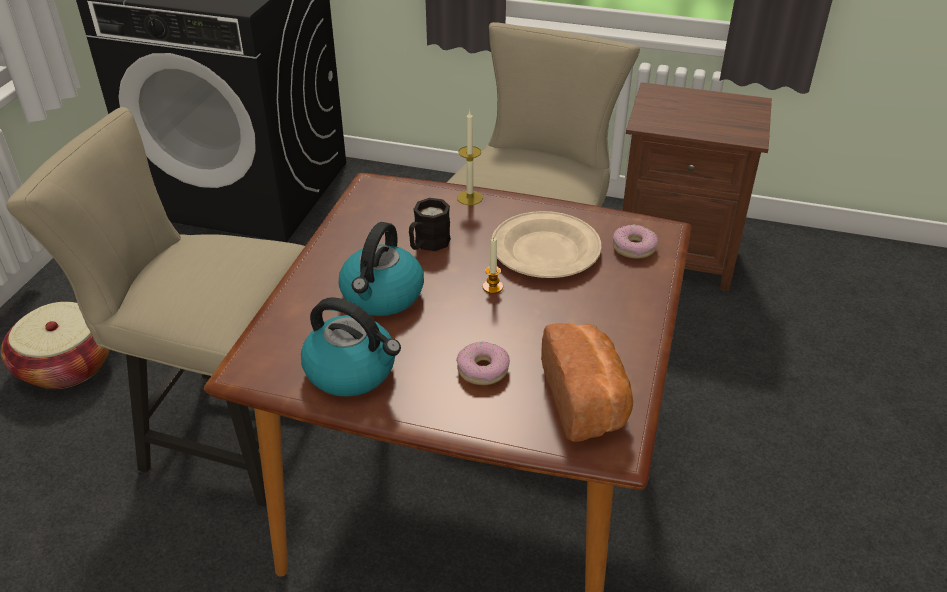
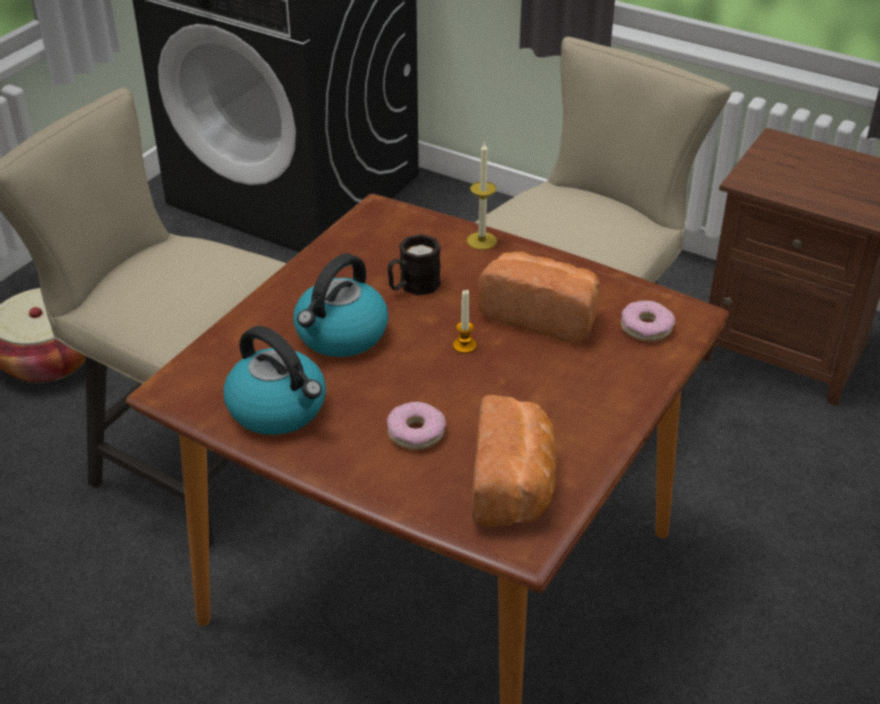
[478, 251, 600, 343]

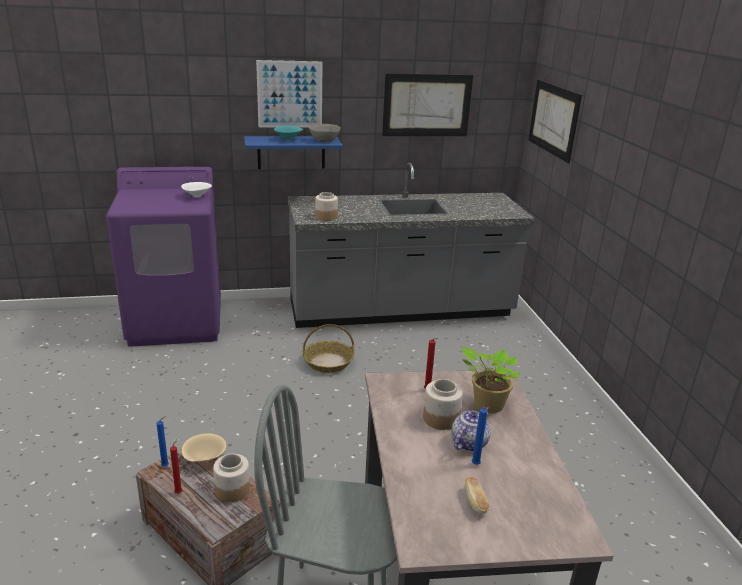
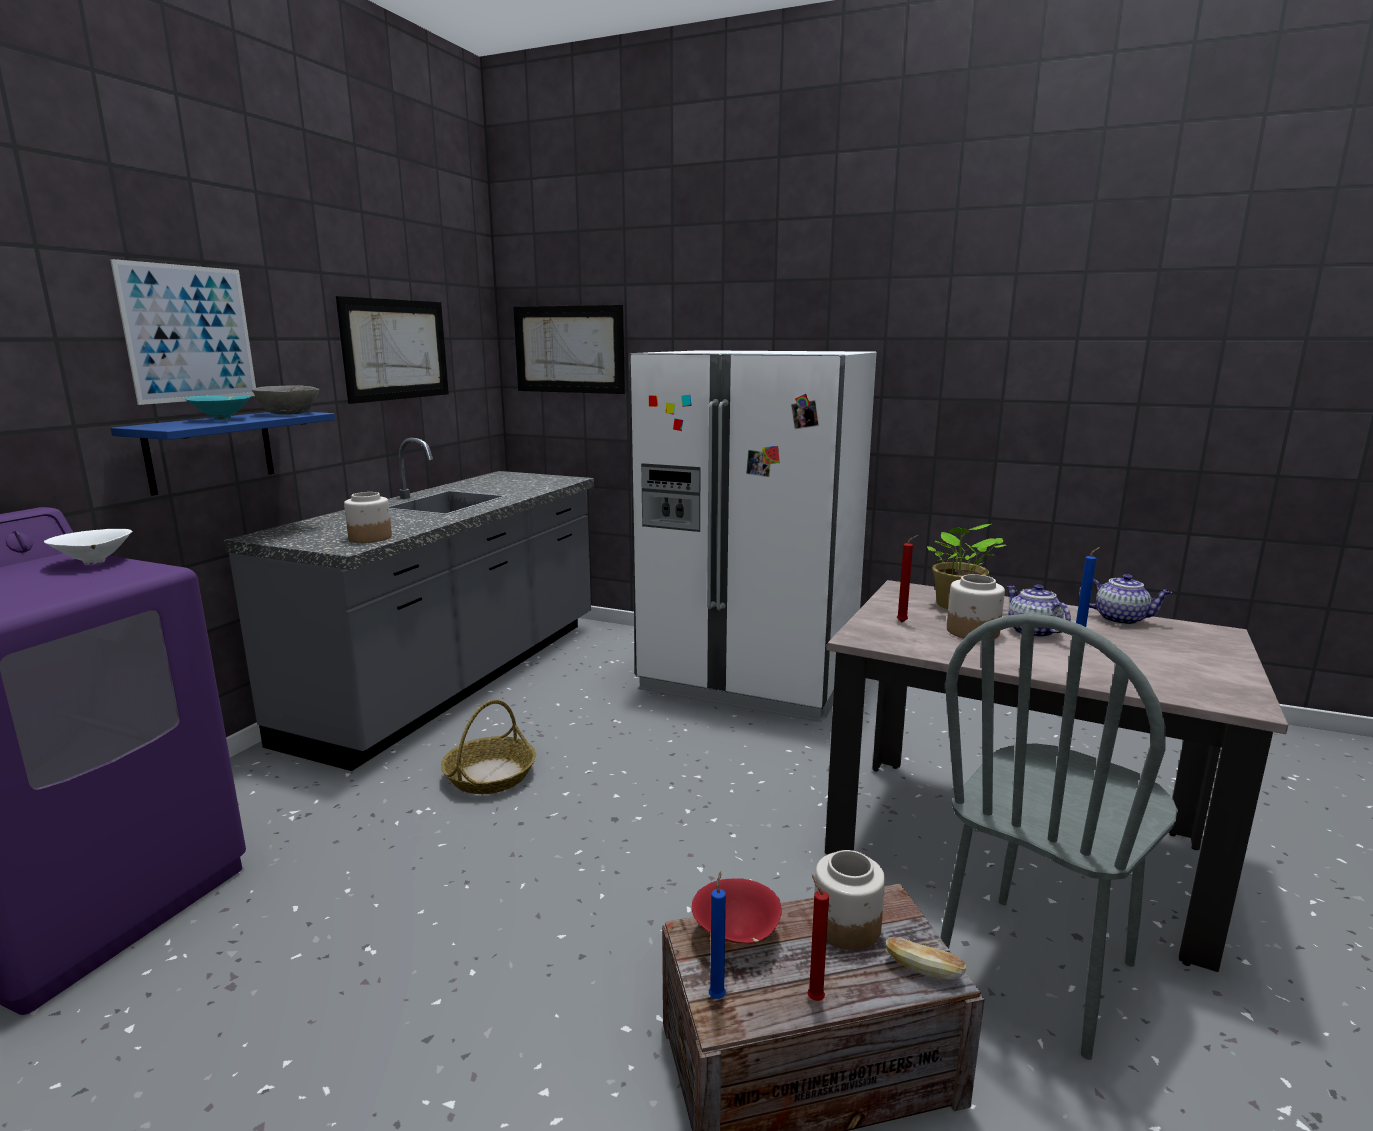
[629, 350, 877, 722]
[692, 878, 782, 943]
[886, 937, 966, 980]
[1079, 574, 1172, 625]

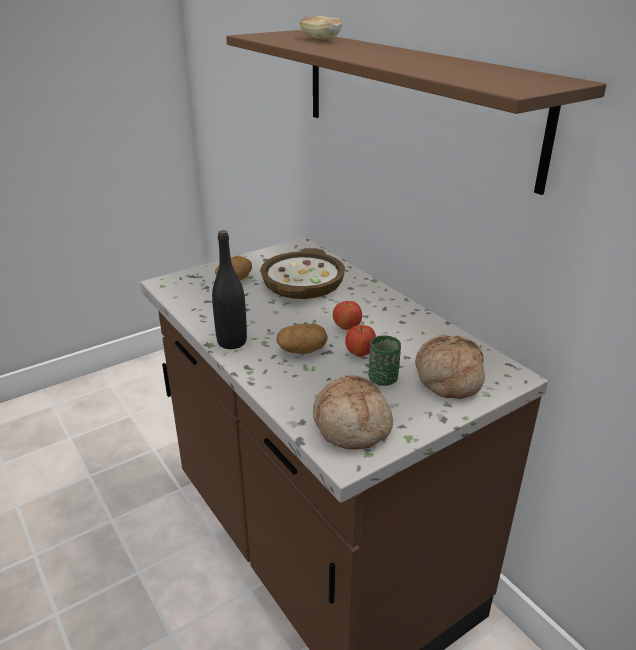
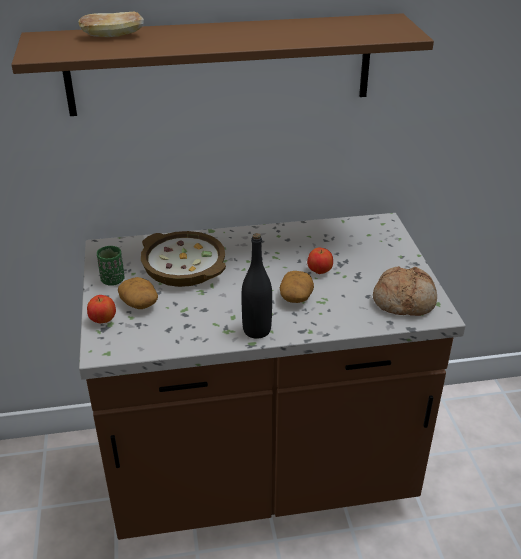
[87, 295, 116, 323]
[97, 246, 125, 286]
[415, 334, 485, 399] (first image)

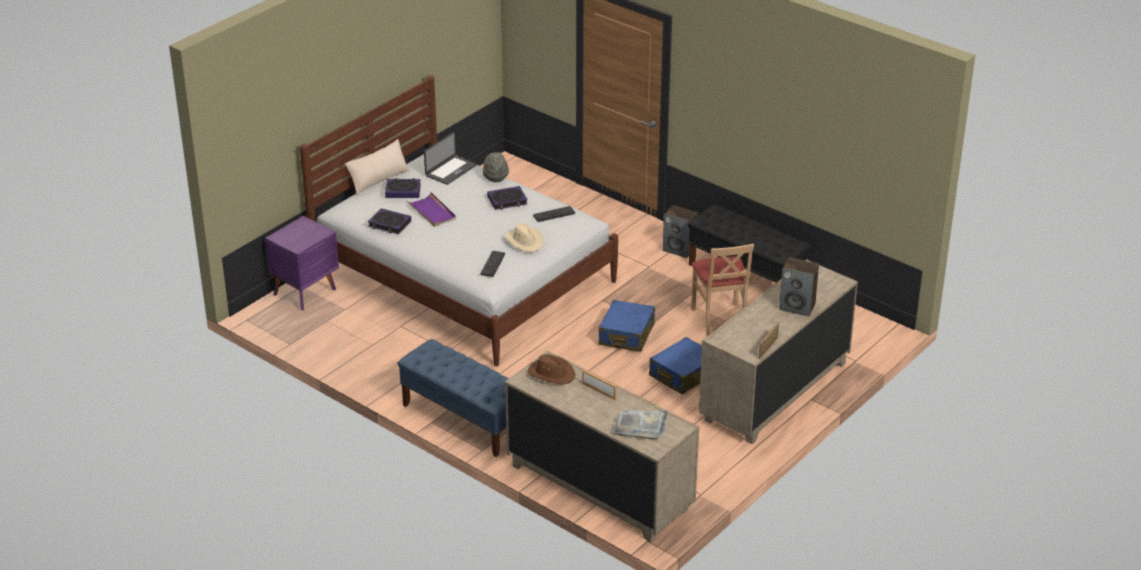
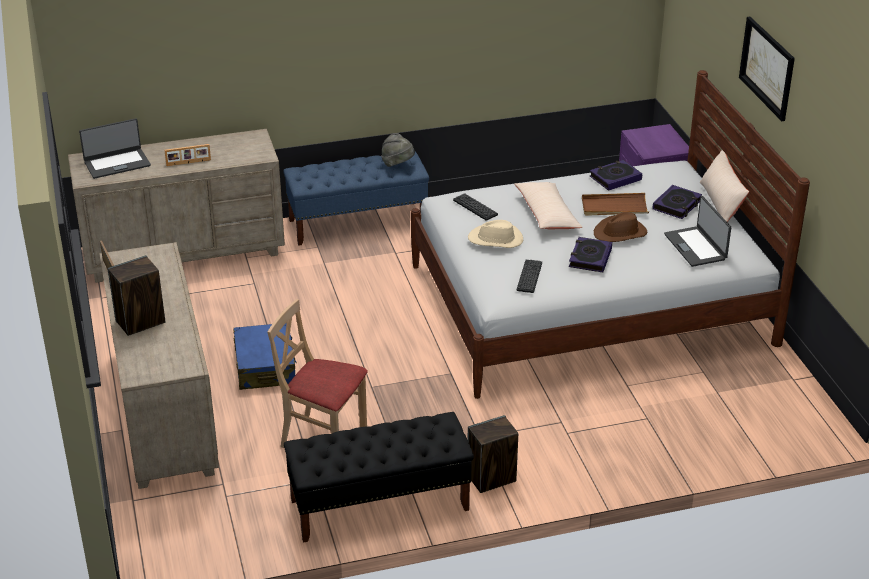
[79, 118, 151, 179]
[381, 133, 415, 167]
[514, 182, 583, 230]
[582, 193, 649, 216]
[594, 212, 647, 242]
[739, 16, 795, 121]
[598, 300, 655, 352] (first image)

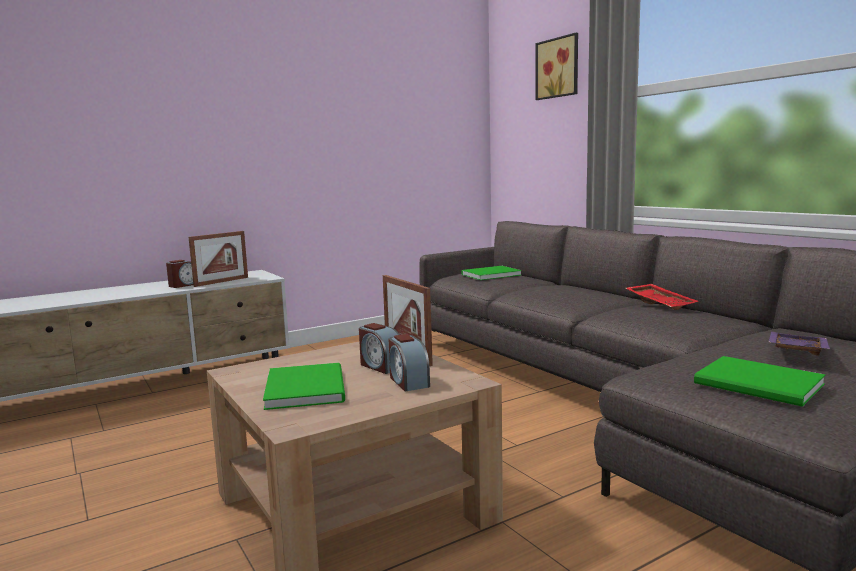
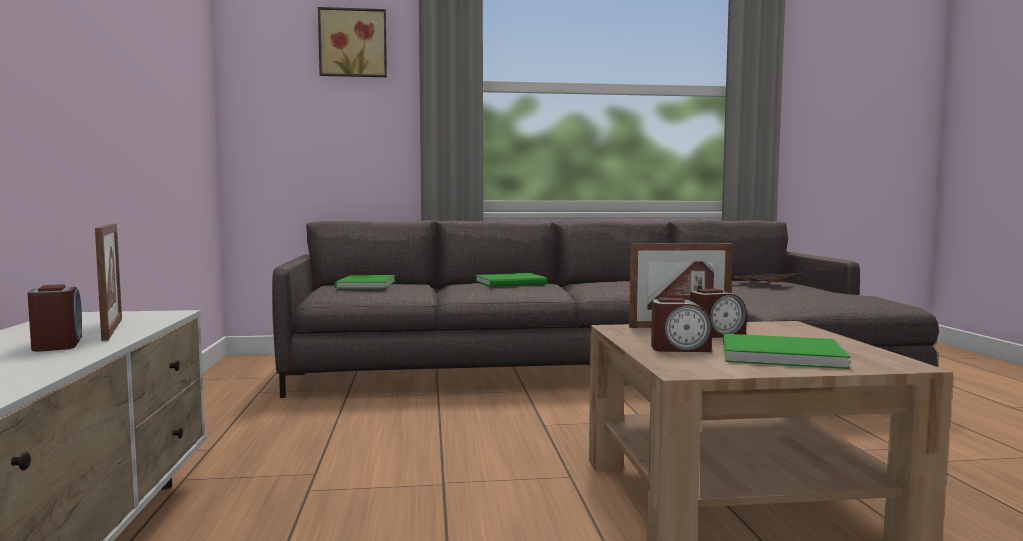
[476, 273, 547, 286]
[651, 297, 712, 352]
[626, 284, 698, 310] (first image)

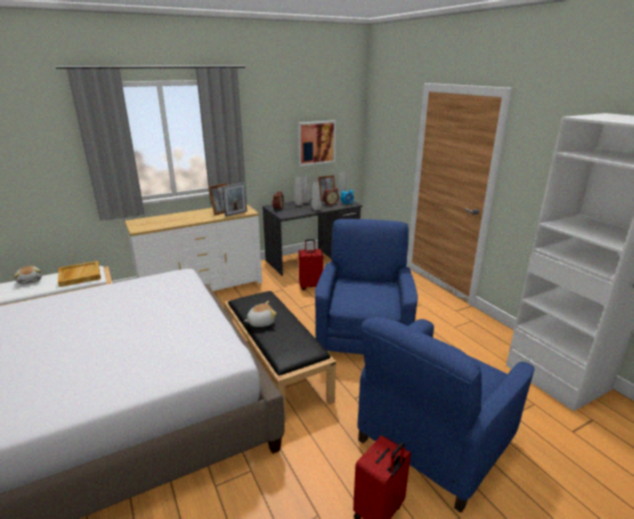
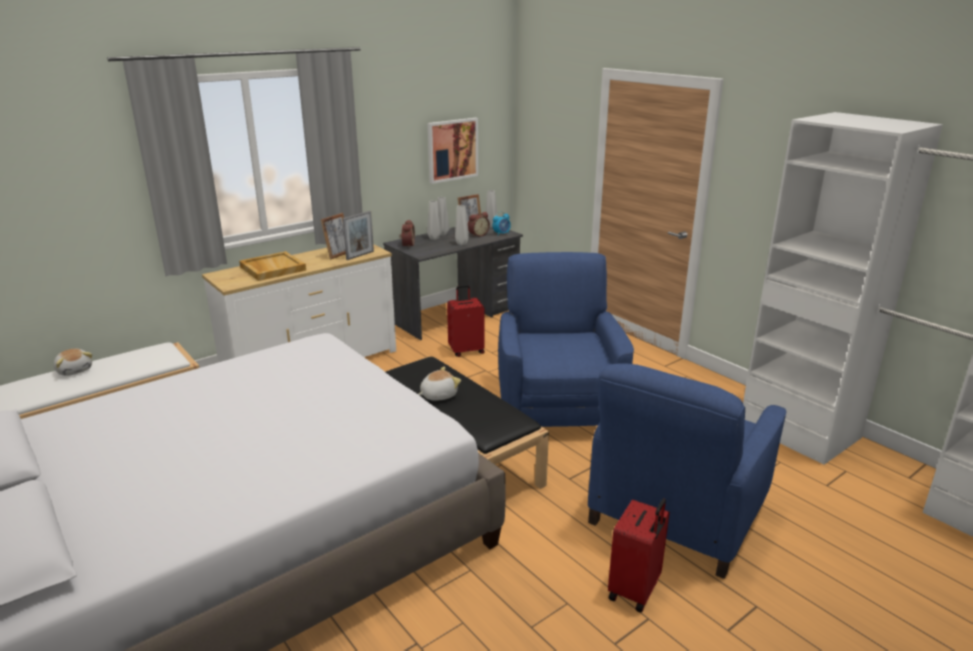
[239, 251, 306, 281]

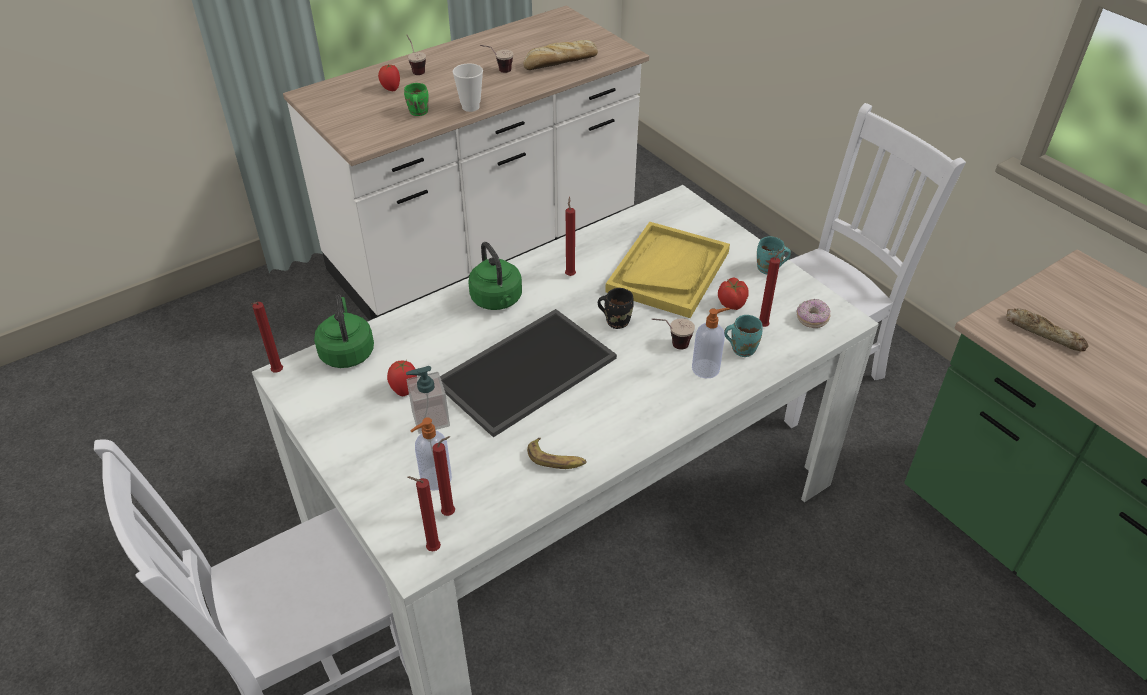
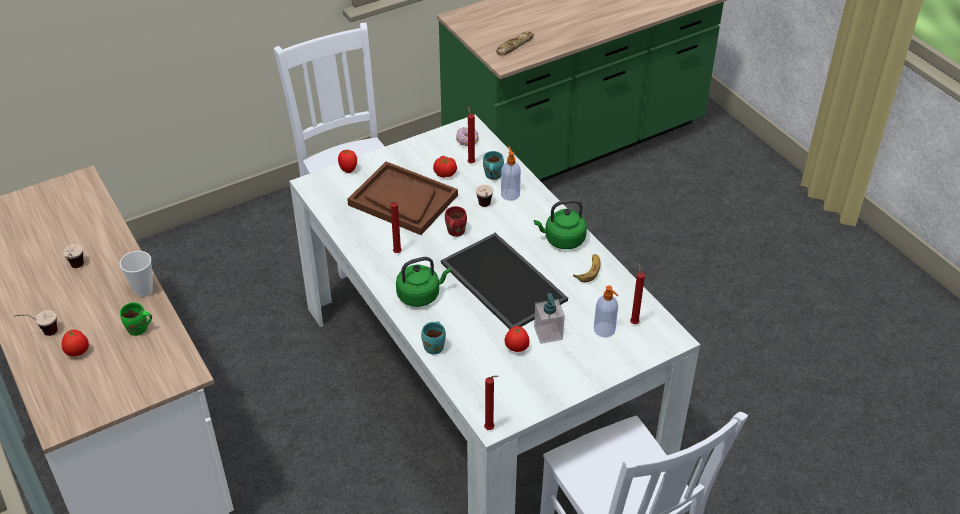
[338, 150, 357, 173]
[347, 161, 458, 235]
[421, 321, 446, 354]
[445, 206, 467, 237]
[534, 199, 587, 249]
[408, 476, 441, 551] (first image)
[523, 40, 598, 70] (first image)

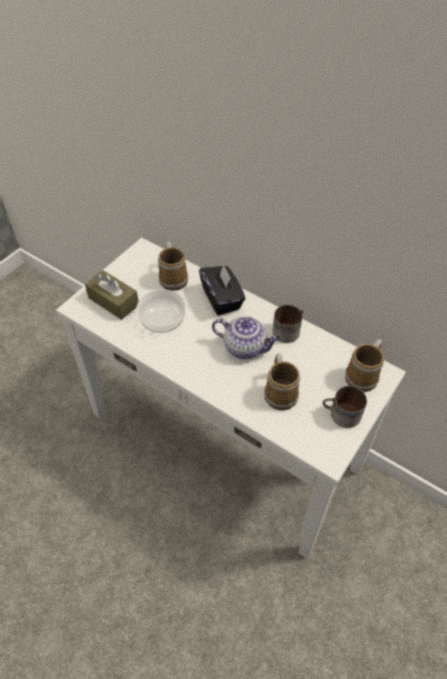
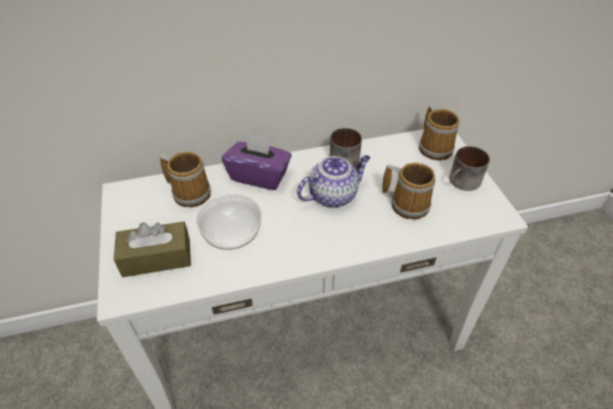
[222, 134, 291, 190]

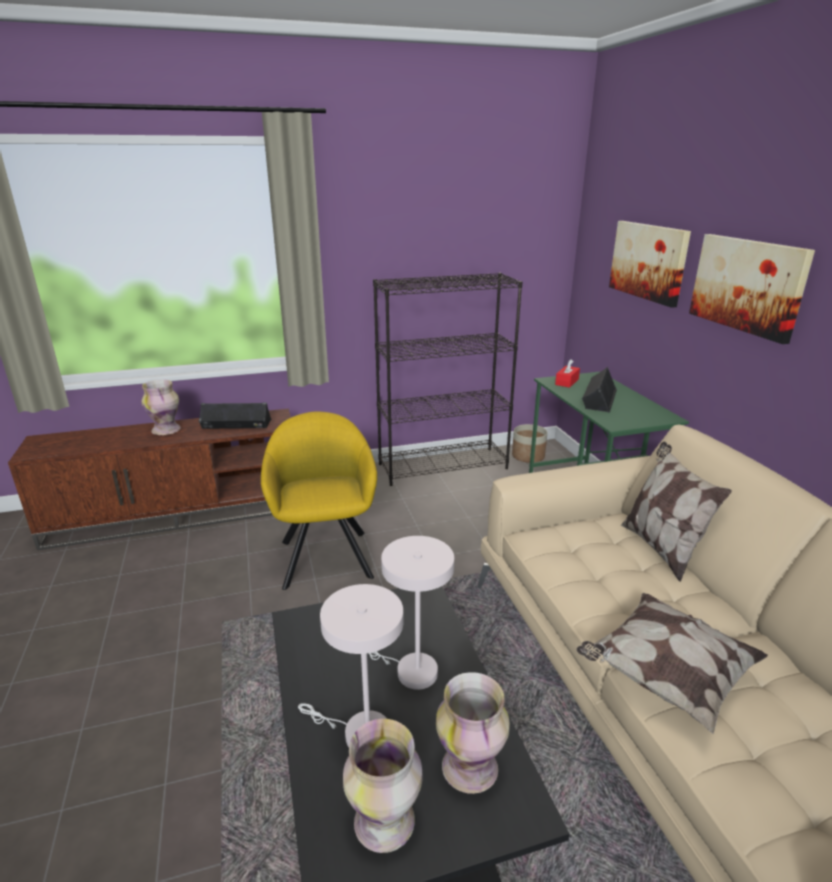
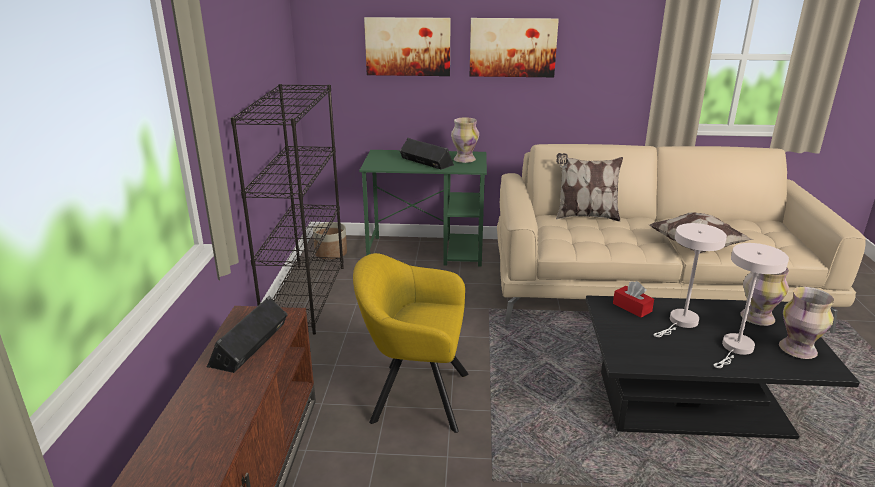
[451, 118, 479, 163]
[613, 281, 654, 318]

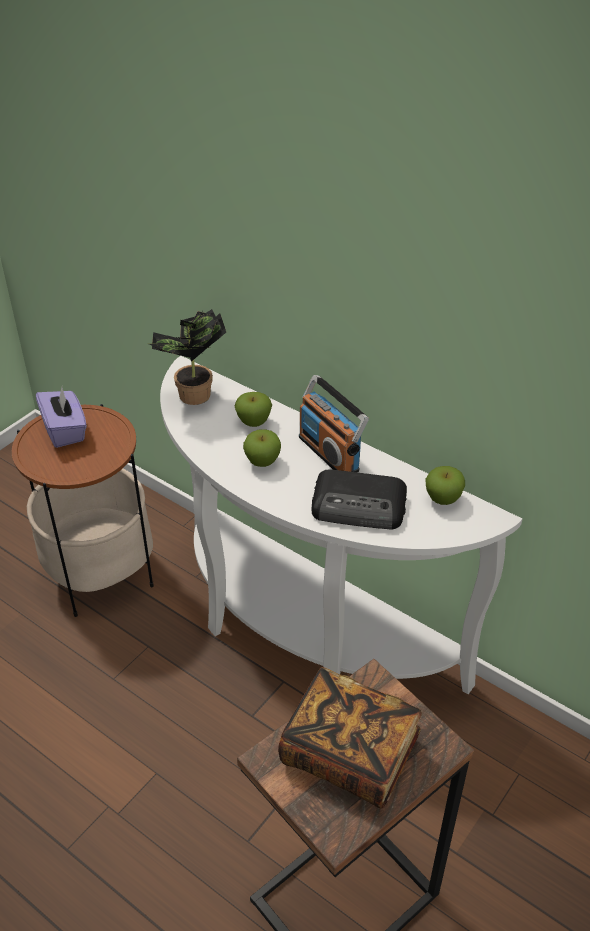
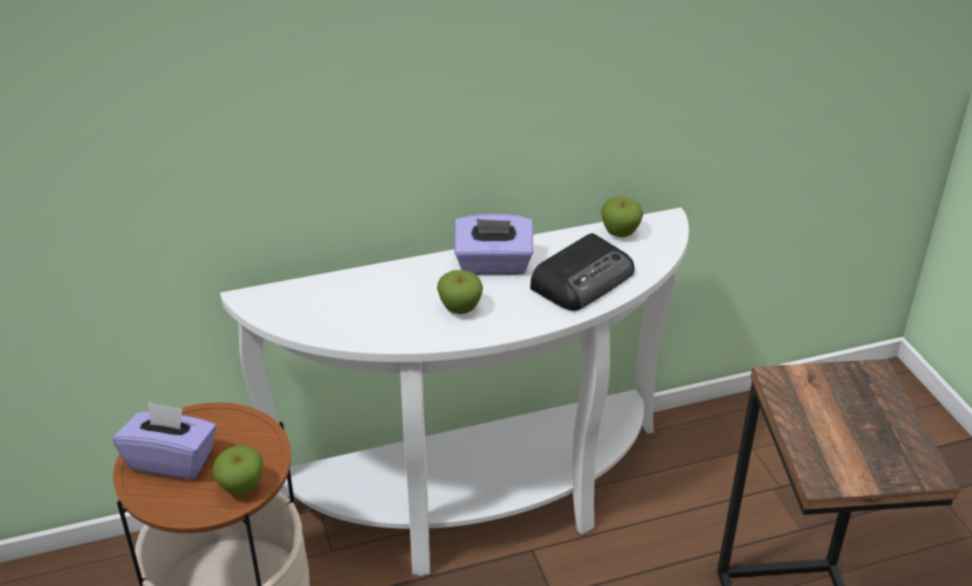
[212, 445, 263, 495]
[455, 214, 533, 275]
[149, 309, 226, 405] (first image)
[278, 667, 422, 809] (first image)

